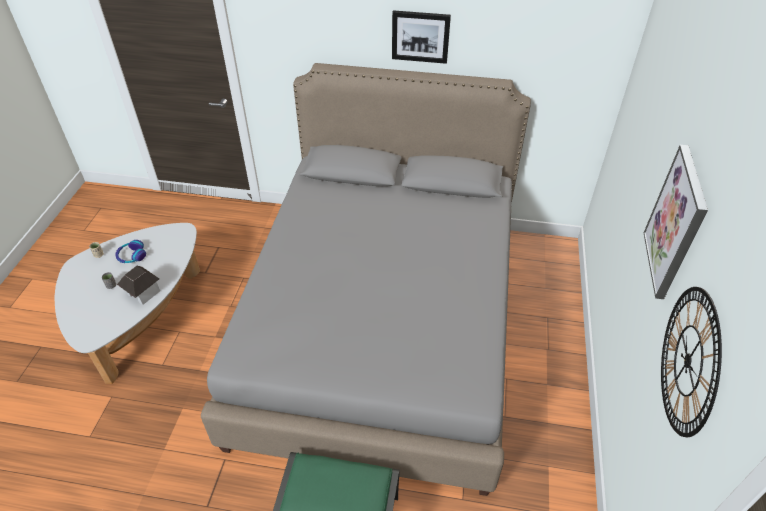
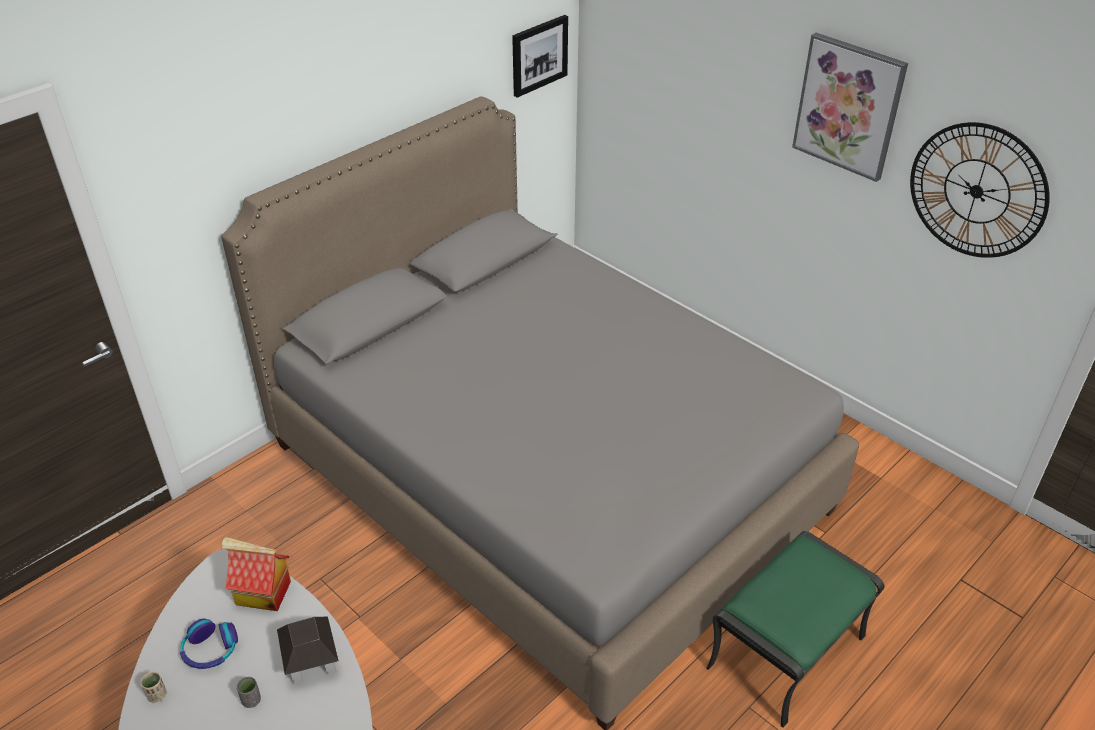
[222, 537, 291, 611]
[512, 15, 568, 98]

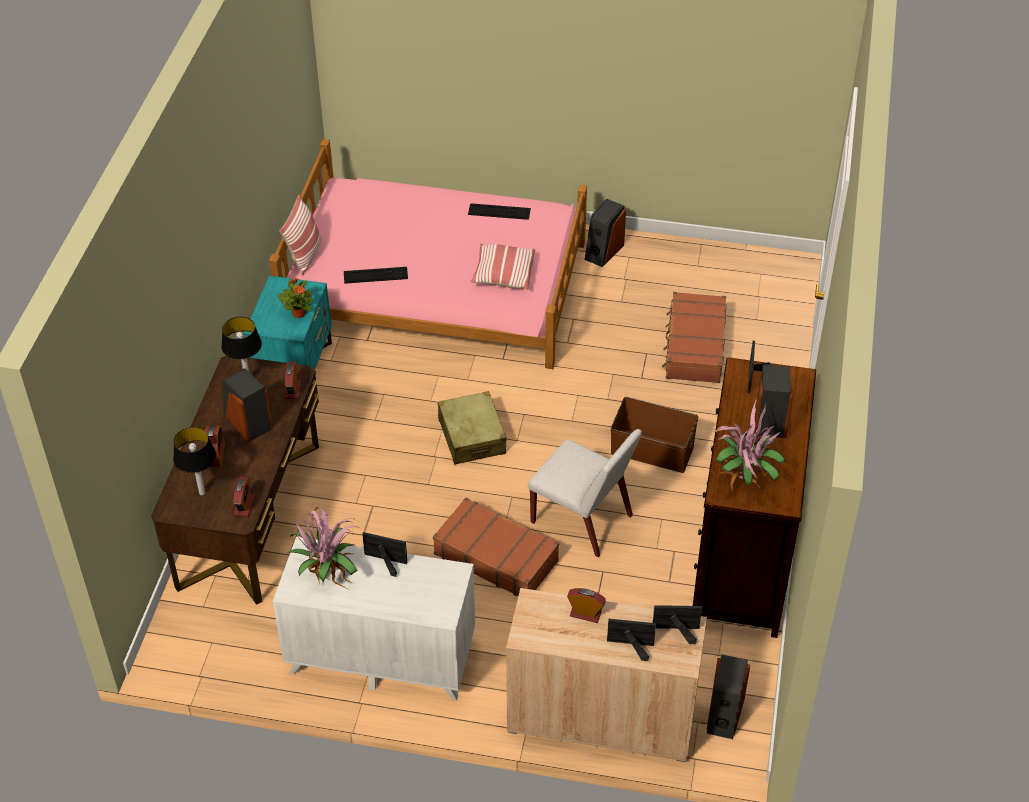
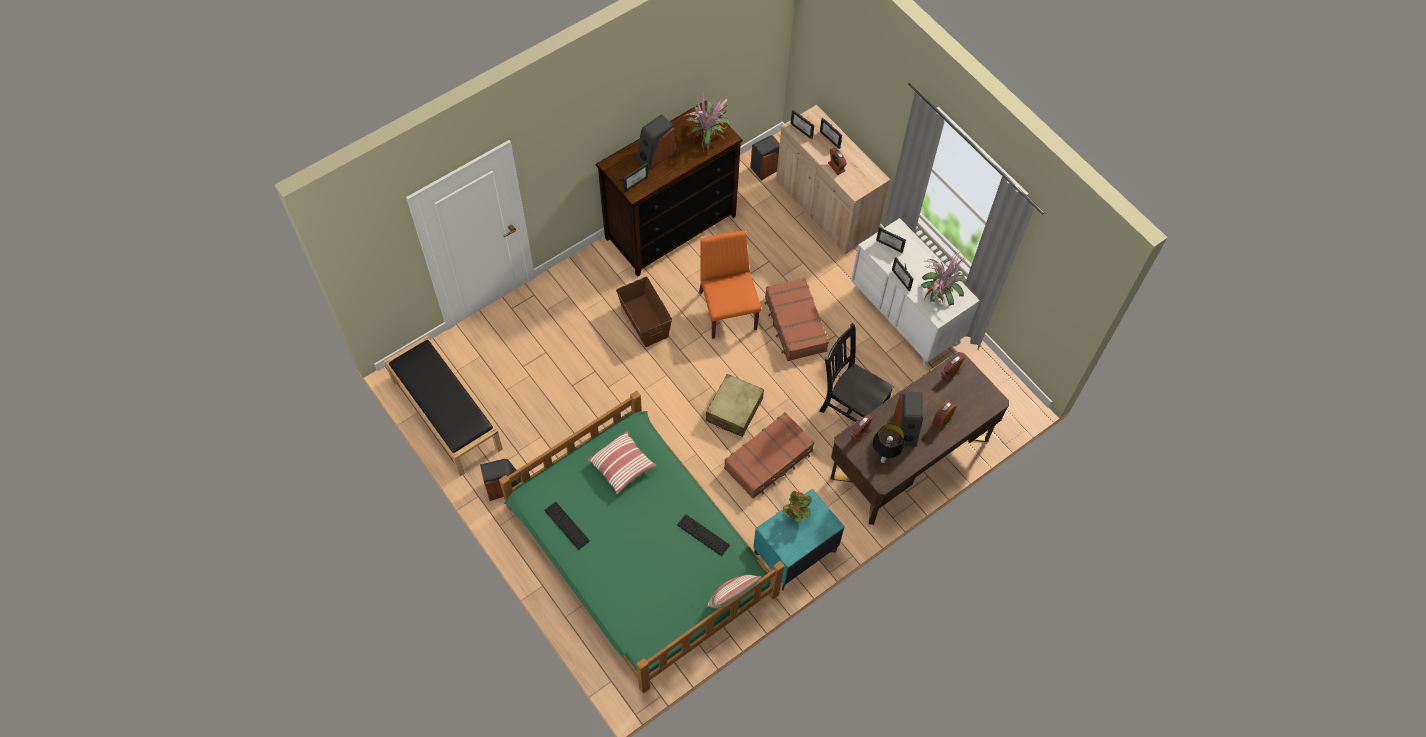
[384, 336, 503, 476]
[499, 391, 785, 693]
[699, 231, 761, 339]
[724, 412, 815, 499]
[819, 323, 894, 422]
[876, 227, 906, 253]
[173, 427, 216, 495] (first image)

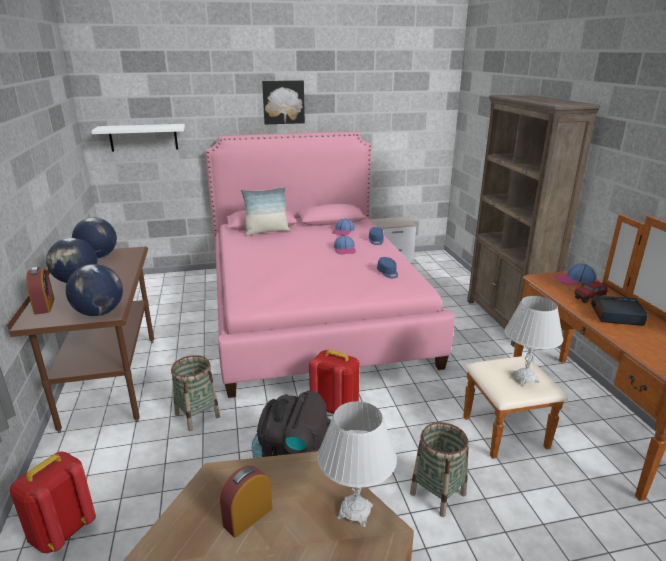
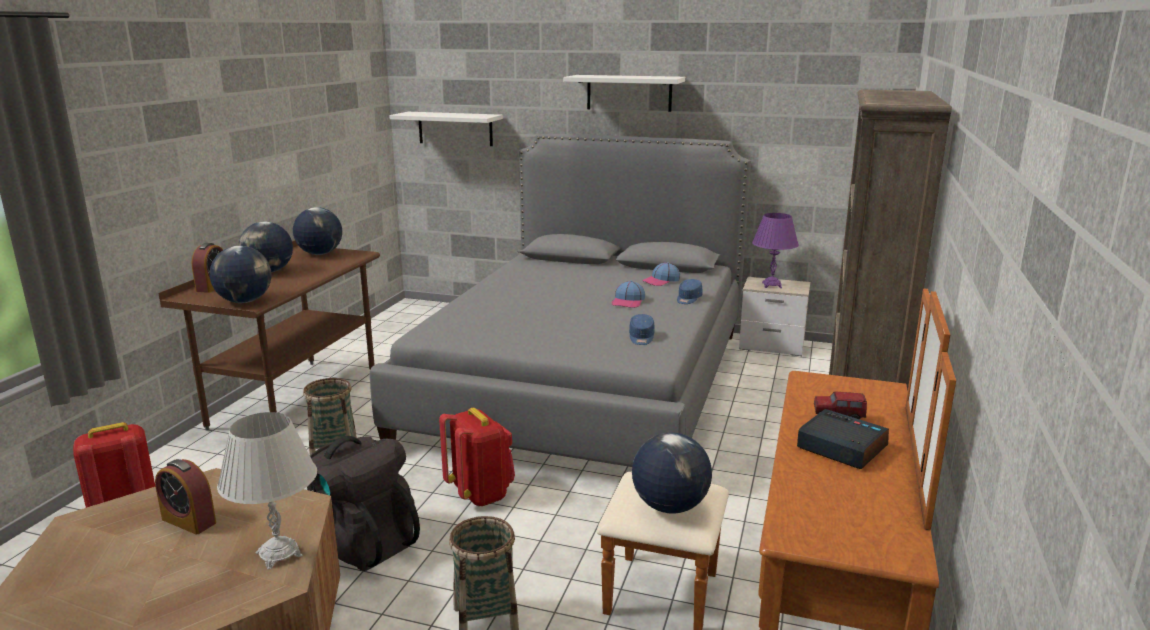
[155, 459, 216, 535]
[370, 133, 751, 467]
[563, 75, 685, 112]
[632, 432, 712, 514]
[752, 213, 799, 288]
[241, 187, 290, 236] (first image)
[555, 264, 596, 285] (first image)

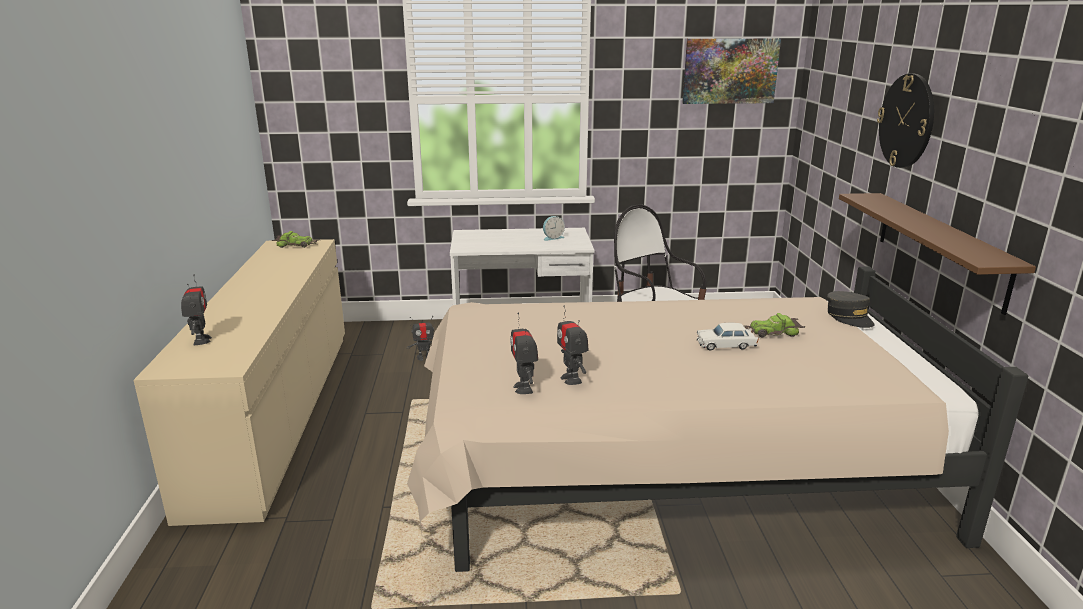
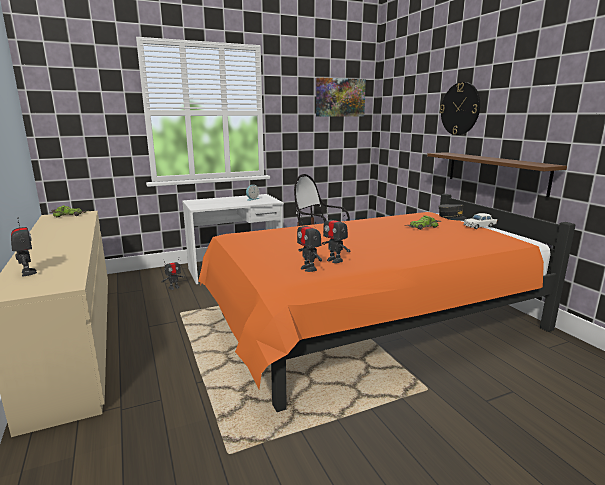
[198, 194, 575, 412]
[463, 213, 497, 229]

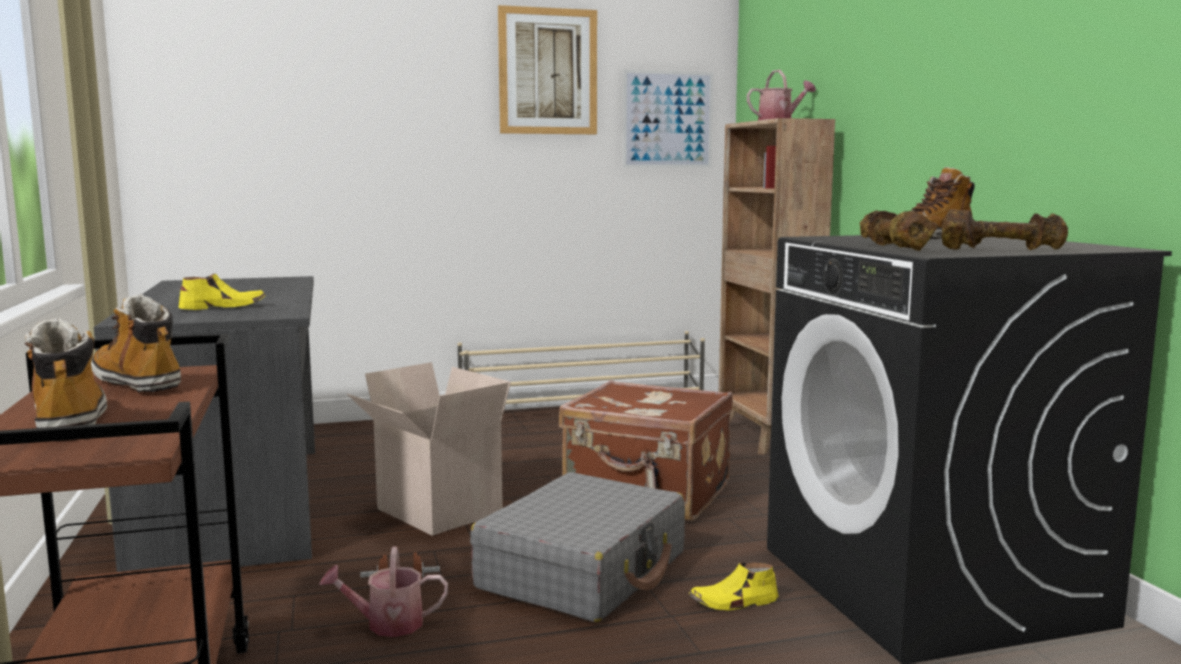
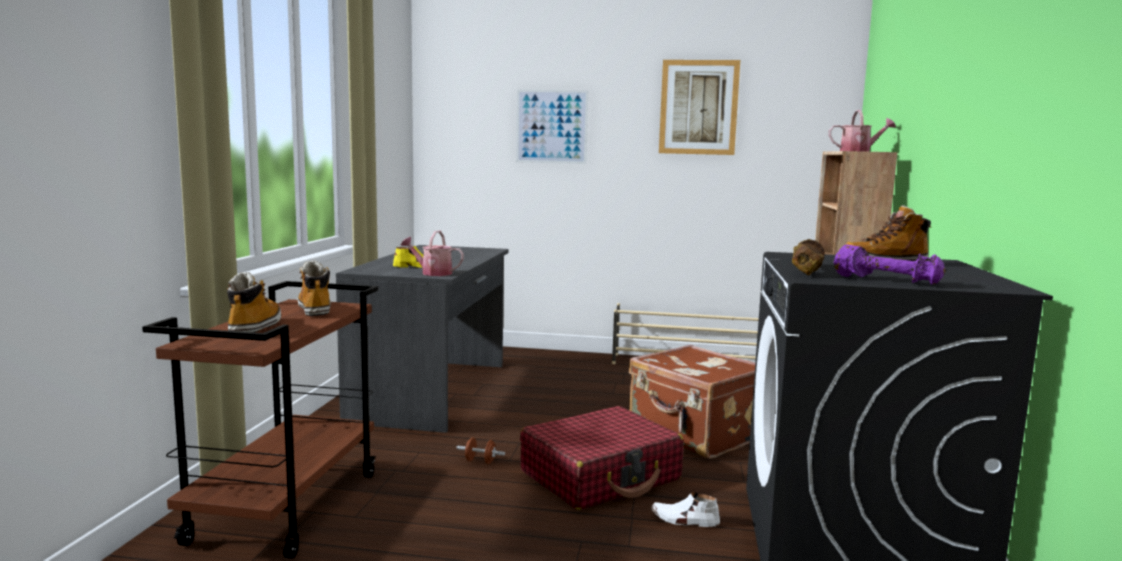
[401, 231, 464, 276]
[516, 89, 588, 164]
[520, 406, 683, 510]
[651, 492, 720, 527]
[833, 244, 945, 285]
[347, 362, 511, 536] (first image)

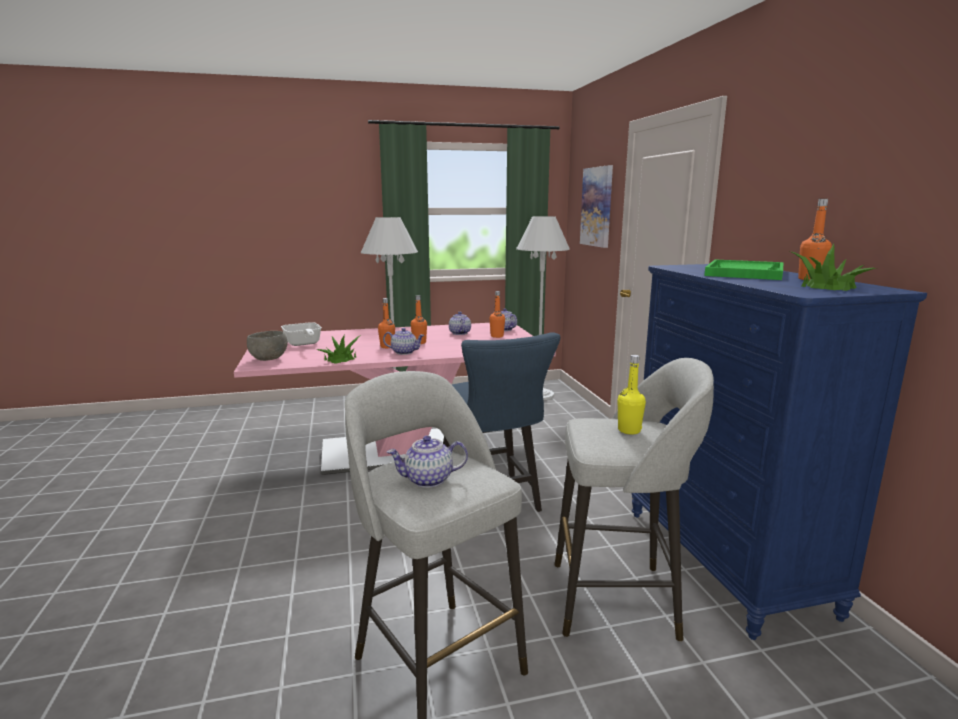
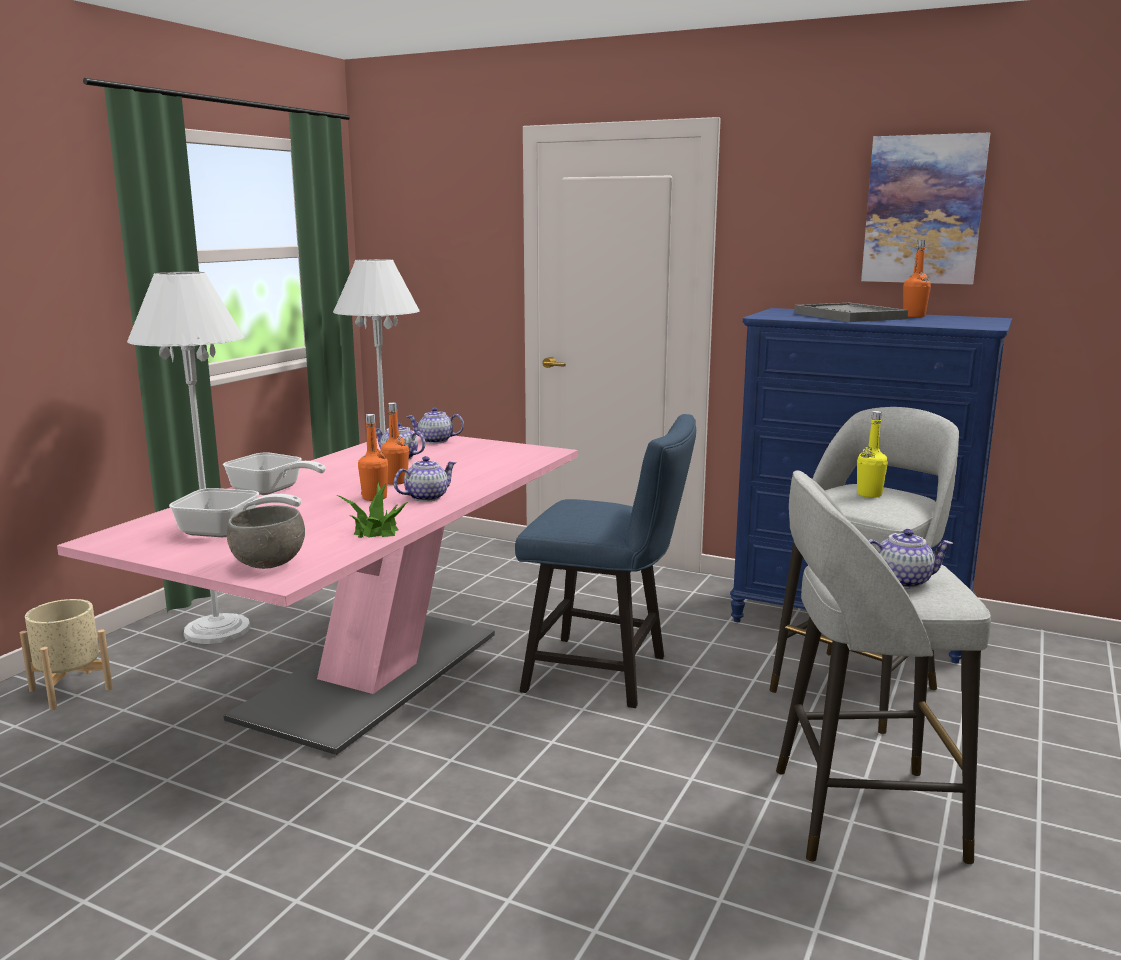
[20, 599, 113, 710]
[223, 452, 326, 495]
[794, 303, 908, 322]
[861, 132, 990, 284]
[868, 529, 953, 588]
[489, 291, 505, 338] (first image)
[790, 244, 877, 291] (first image)

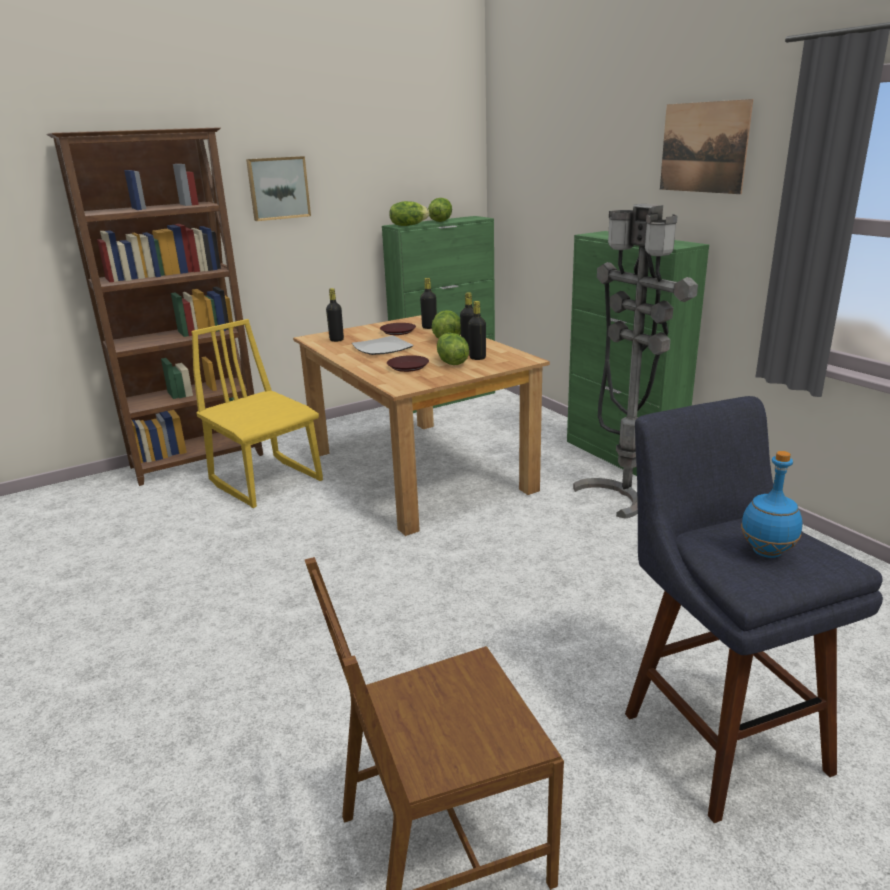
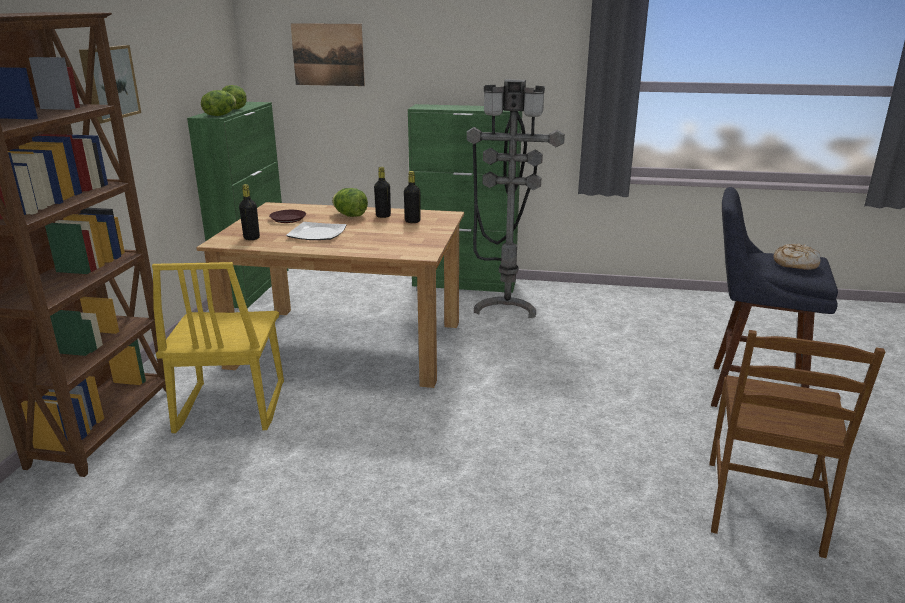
[152, 262, 284, 433]
[291, 23, 365, 86]
[773, 244, 821, 270]
[387, 355, 429, 372] (first image)
[420, 278, 437, 329] (first image)
[437, 333, 469, 365] (first image)

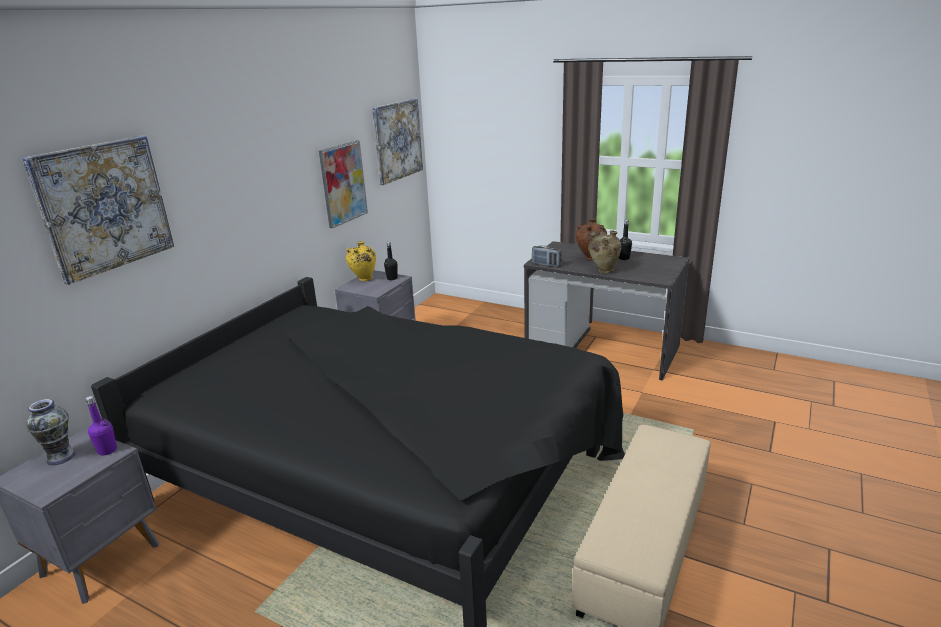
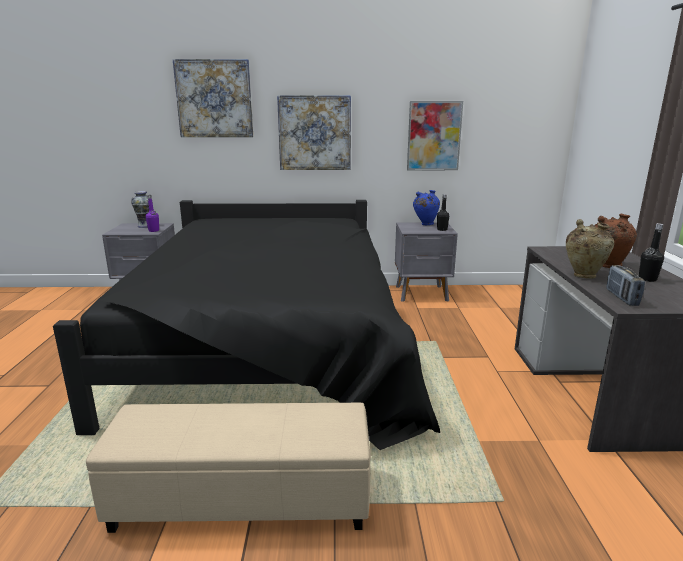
[277, 95, 351, 170]
[413, 190, 440, 225]
[606, 265, 645, 306]

